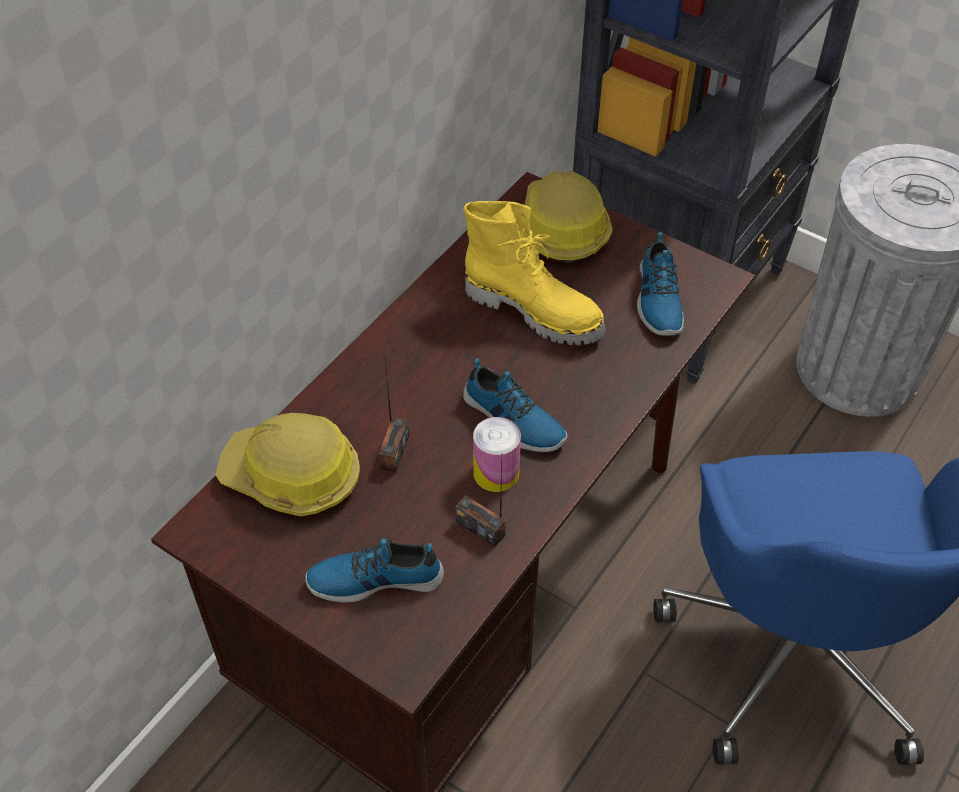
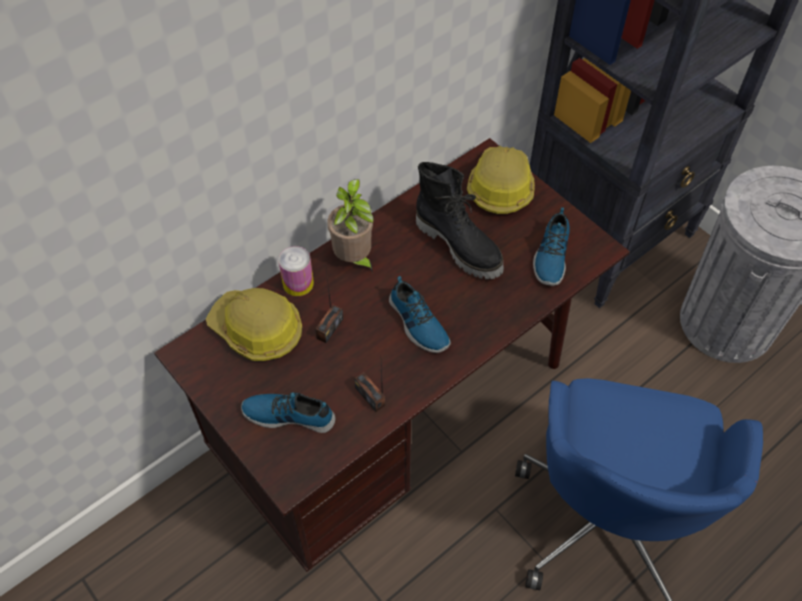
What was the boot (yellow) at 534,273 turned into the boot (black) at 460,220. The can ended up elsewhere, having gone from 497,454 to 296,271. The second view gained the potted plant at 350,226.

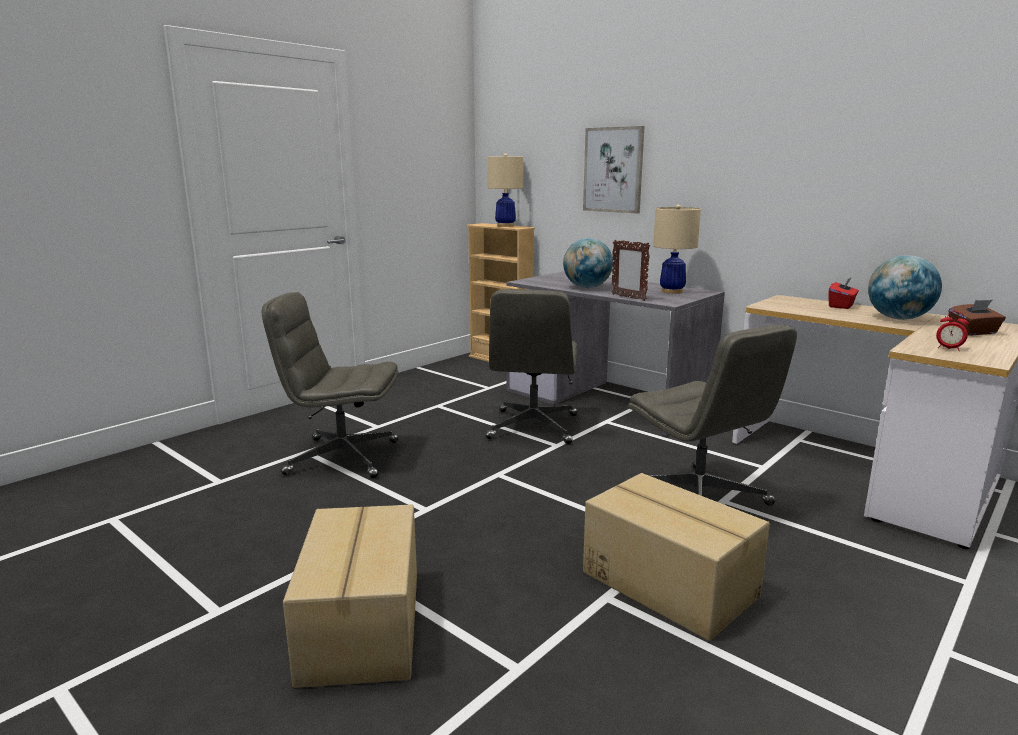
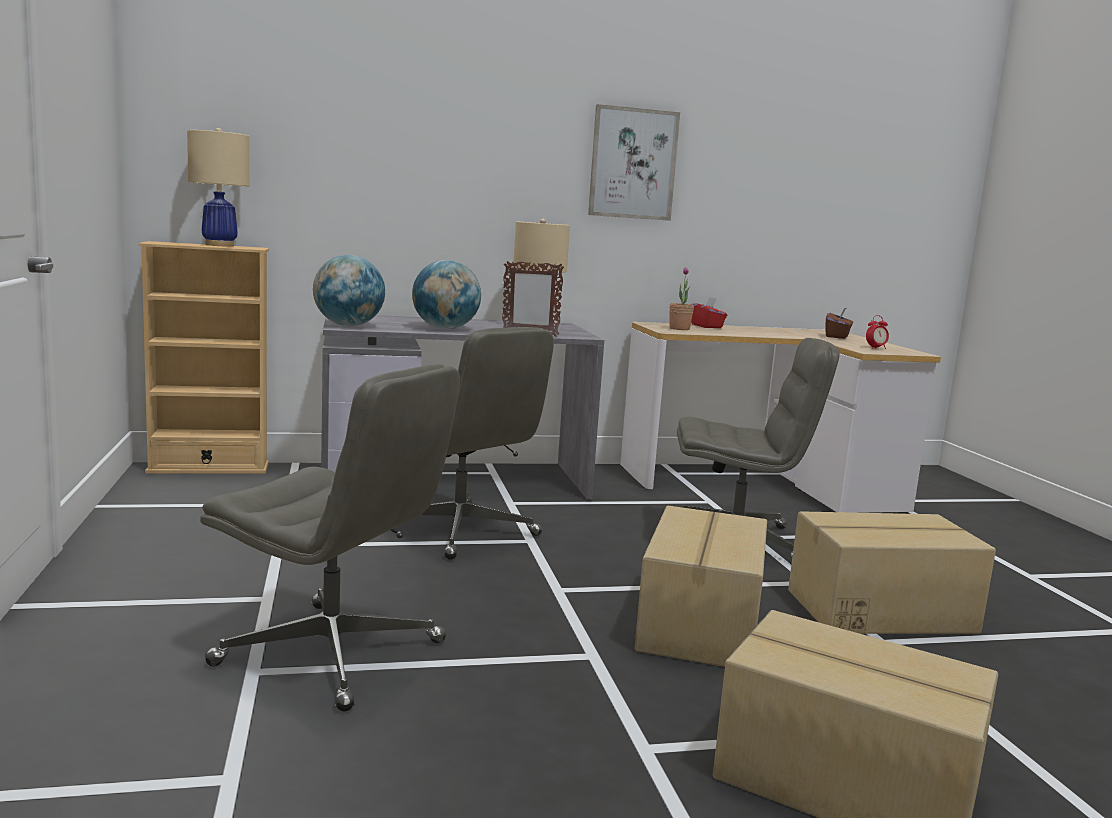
The picture ended up elsewhere, having gone from 613,169 to 634,162. The globe ended up elsewhere, having gone from 905,287 to 349,290. The office chair (grey) at 330,385 ended up facing another way, 105 degrees counterclockwise from before. The second view gained the potted plant at 681,298. The second view gained the cardboard box at 701,586.

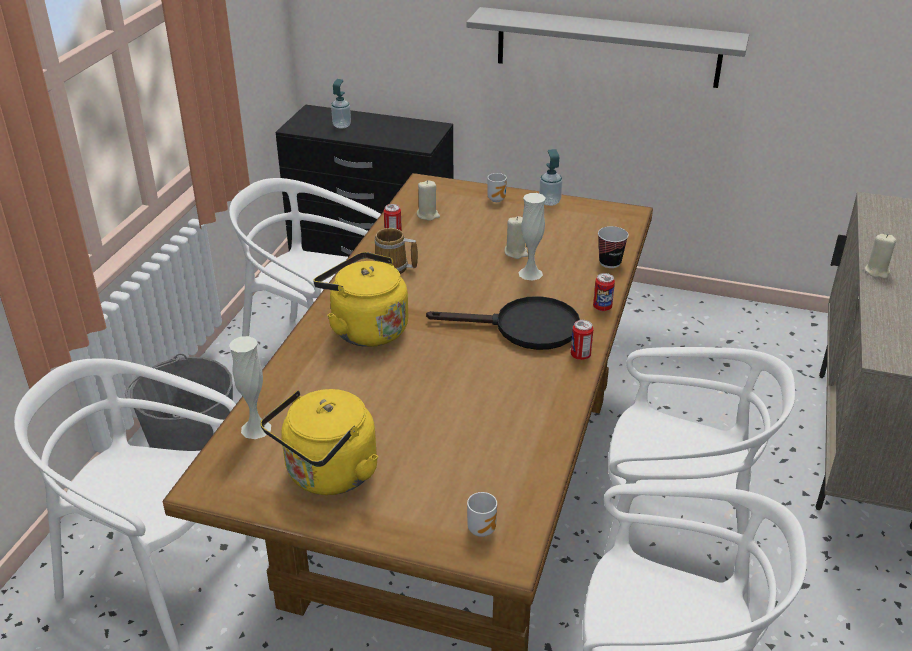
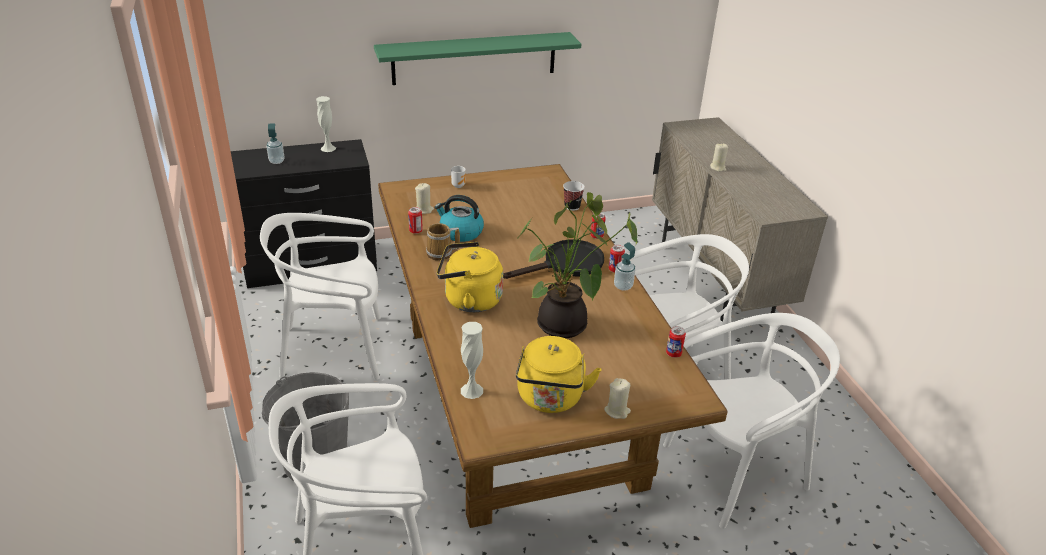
What was the shelf (grey) at 607,47 turned into the shelf (green) at 477,58. The soap dispenser ended up elsewhere, having gone from 550,177 to 624,266. The vase (white) ended up elsewhere, having gone from 532,237 to 326,124. The candle (beige) ended up elsewhere, having gone from 516,237 to 617,398. The second view lost the mug at 482,514. The second view gained the potted plant at 577,265. The second view gained the kettle at 459,218. The second view gained the can at 676,342.

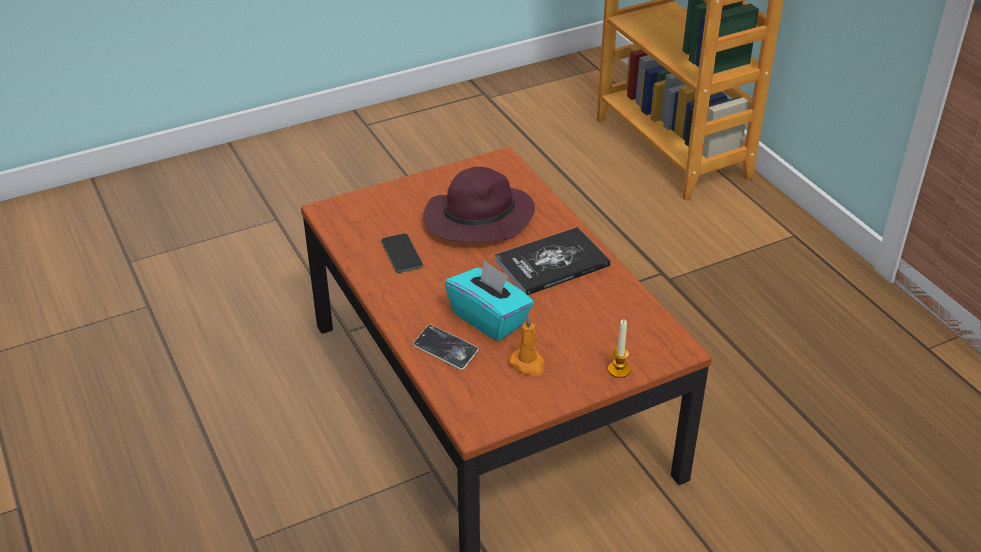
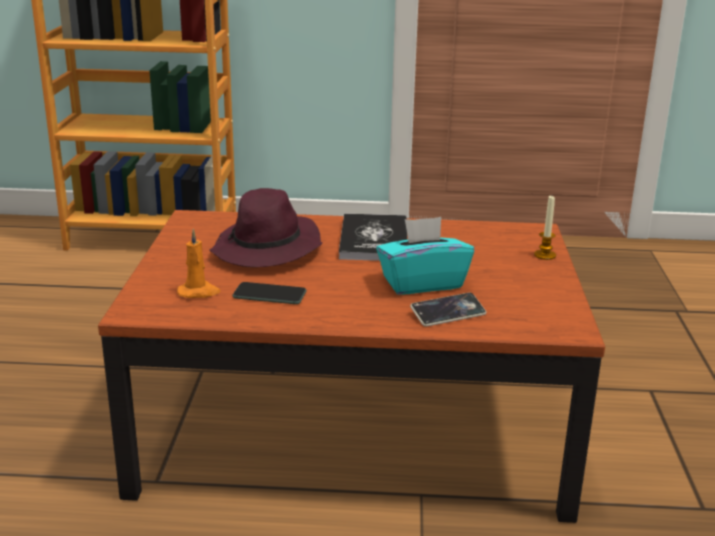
The candle (orange) ended up elsewhere, having gone from 527,346 to 198,263.

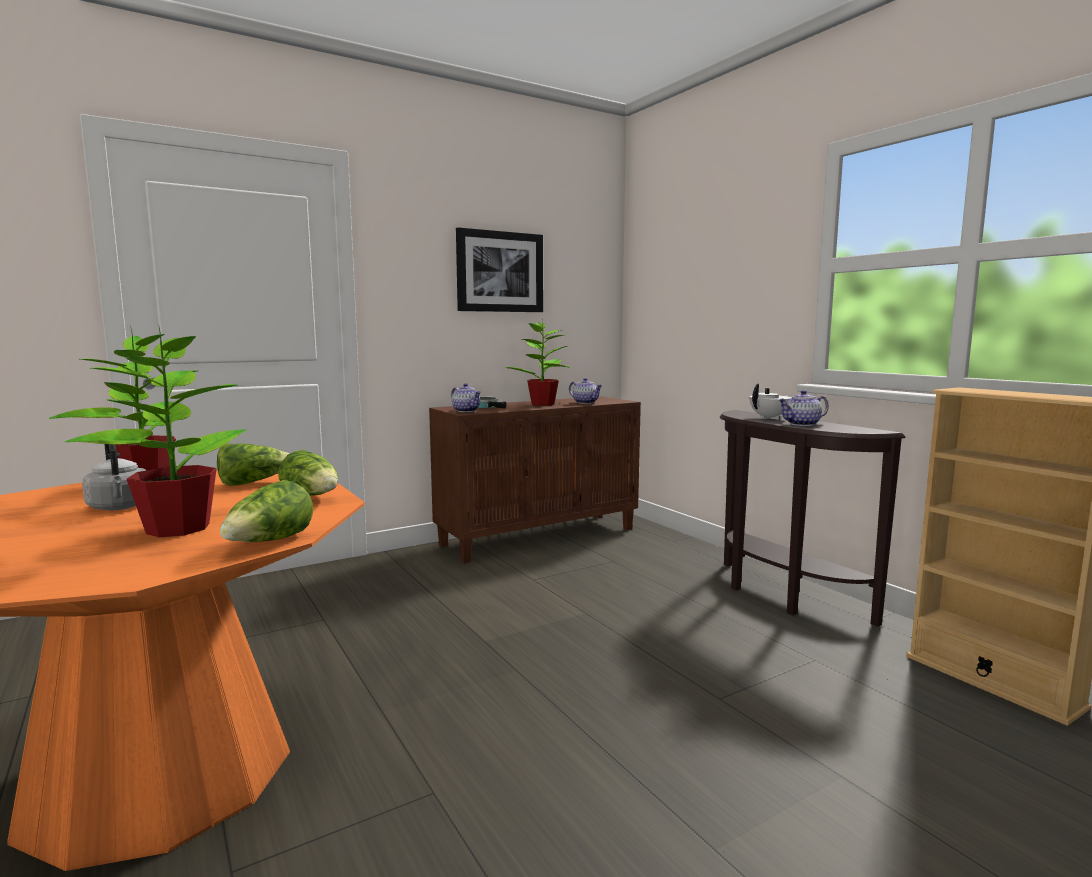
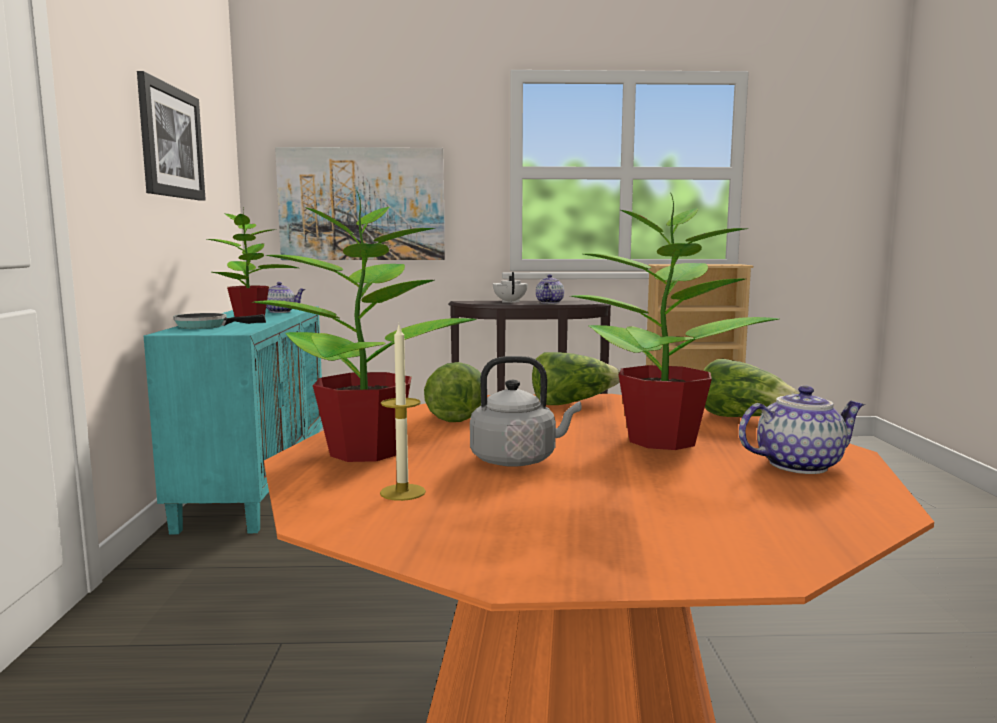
The teapot ended up elsewhere, having gone from 466,397 to 802,429. What was the cabinet (brown) at 535,479 turned into the cabinet (turquoise) at 233,420. The second view gained the picture at 360,203. The second view gained the candle at 403,413.

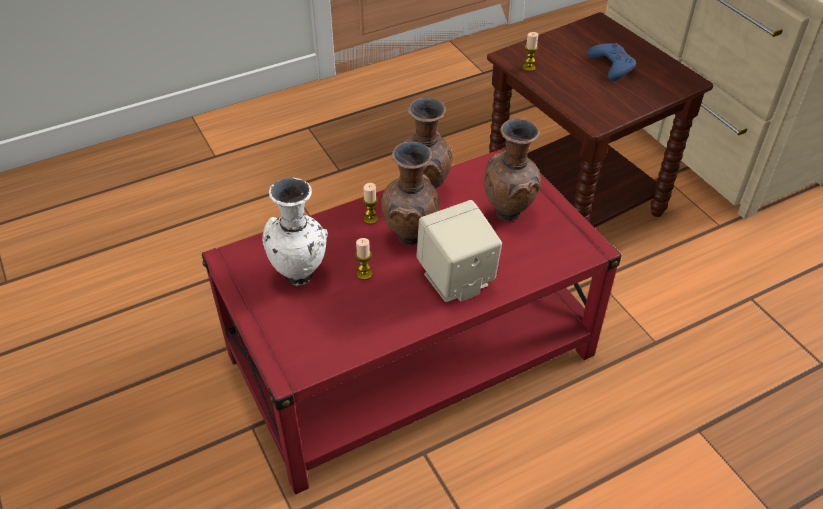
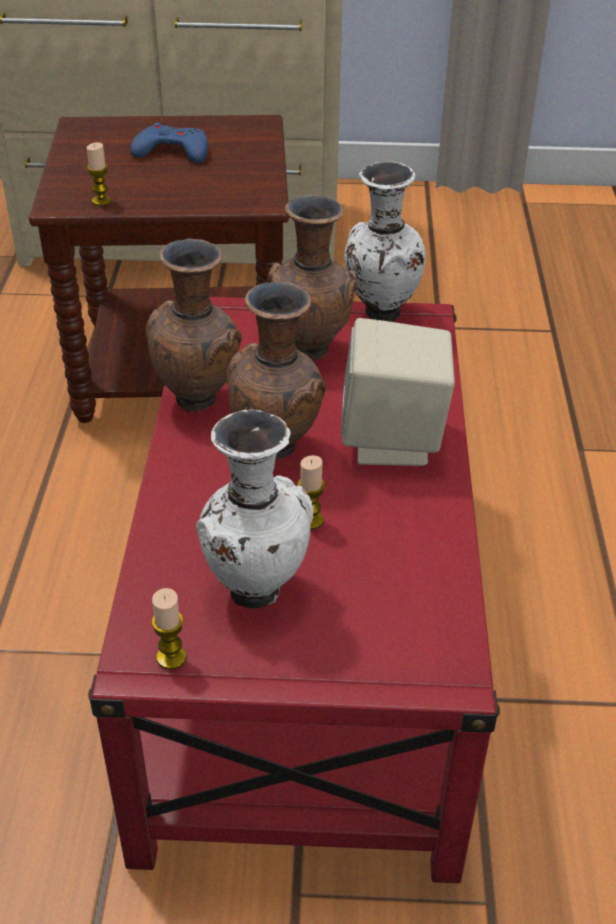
The candle ended up elsewhere, having gone from 370,203 to 169,629. The second view gained the vase (white) at 385,242.

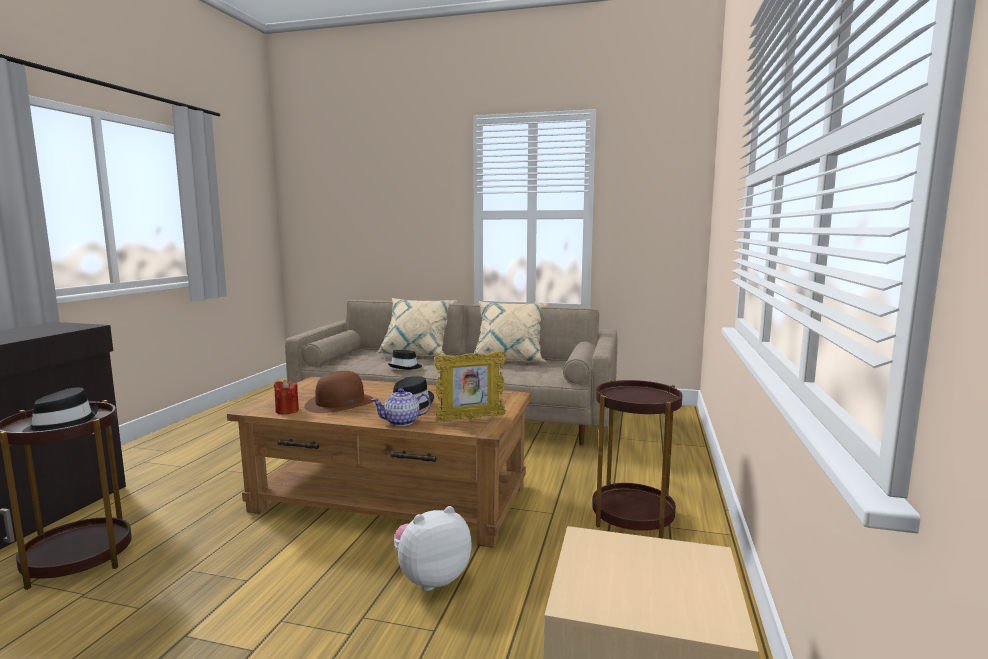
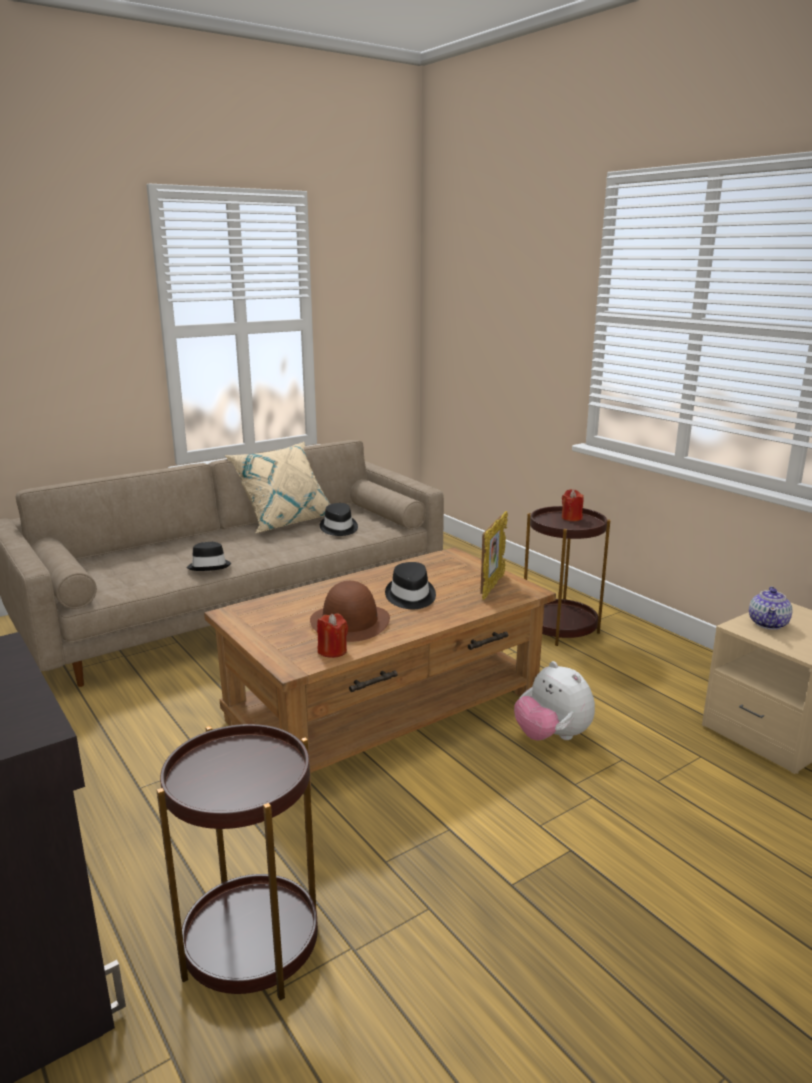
The second view lost the pillow (beige) at 416,327. The hat (black) ended up elsewhere, having gone from 60,410 to 339,519. The teapot ended up elsewhere, having gone from 401,407 to 771,608. The plush toy at 432,548 ended up facing another way, 45 degrees counterclockwise from before. The second view gained the candle (red) at 573,505.

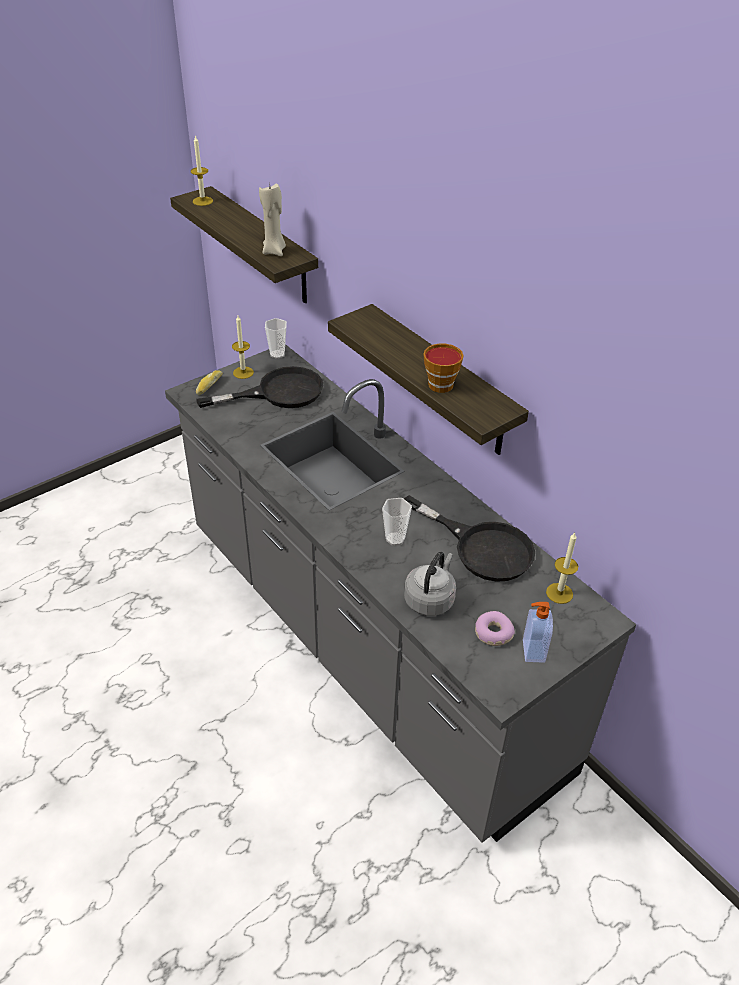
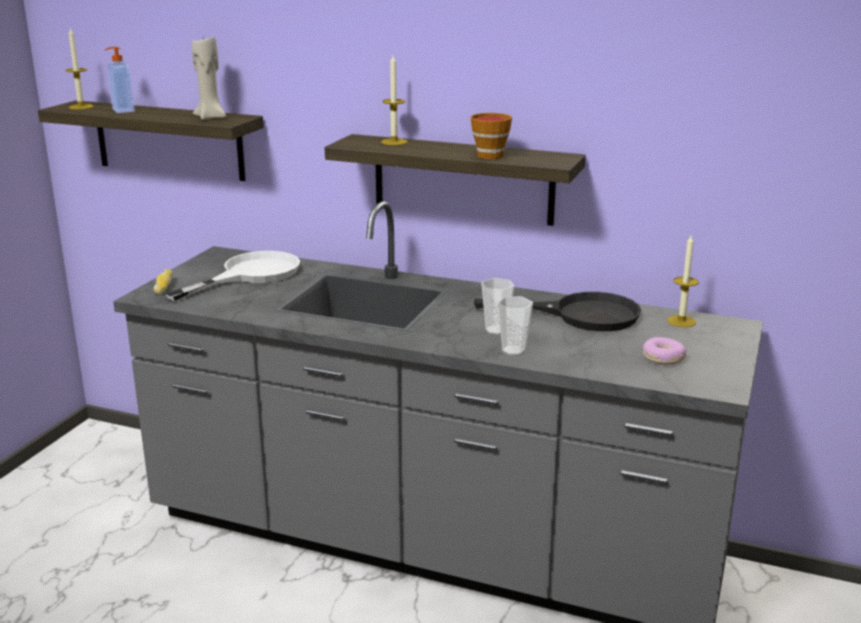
The candle ended up elsewhere, having gone from 243,347 to 394,100. The cup ended up elsewhere, having gone from 276,338 to 515,326. What was the frying pan (black) at 259,387 turned into the frying pan (white) at 232,276. The second view lost the kettle (grey) at 430,584. The soap dispenser ended up elsewhere, having gone from 538,632 to 120,80.

